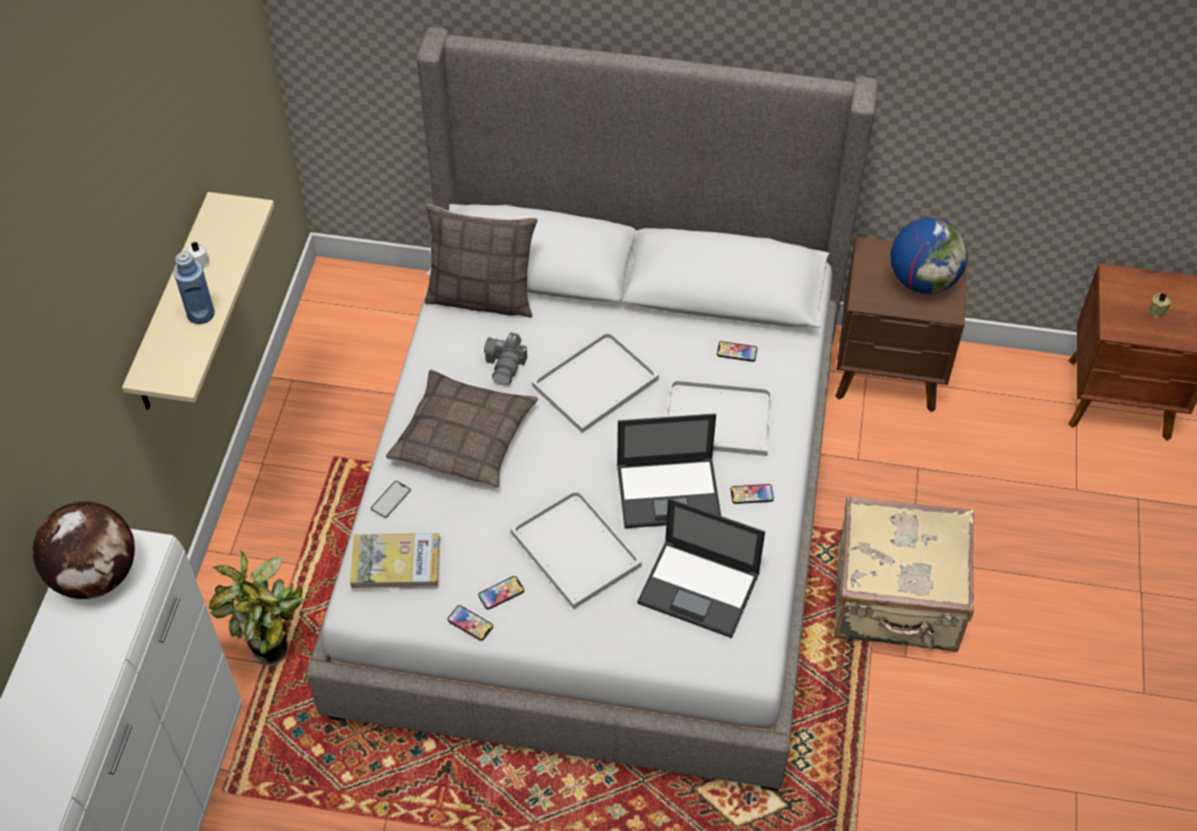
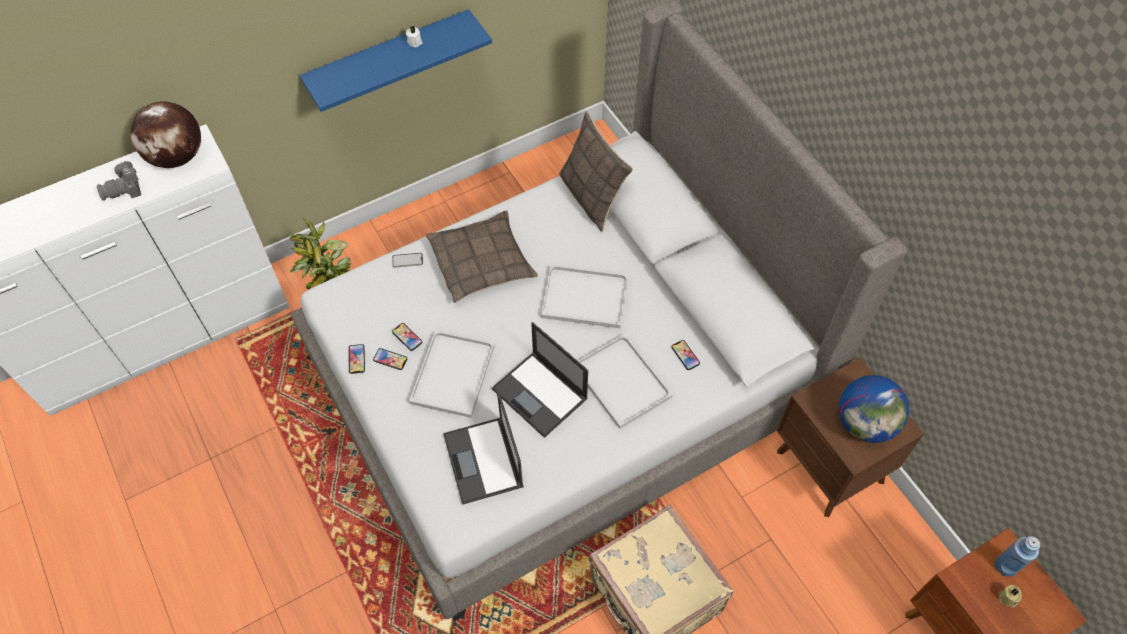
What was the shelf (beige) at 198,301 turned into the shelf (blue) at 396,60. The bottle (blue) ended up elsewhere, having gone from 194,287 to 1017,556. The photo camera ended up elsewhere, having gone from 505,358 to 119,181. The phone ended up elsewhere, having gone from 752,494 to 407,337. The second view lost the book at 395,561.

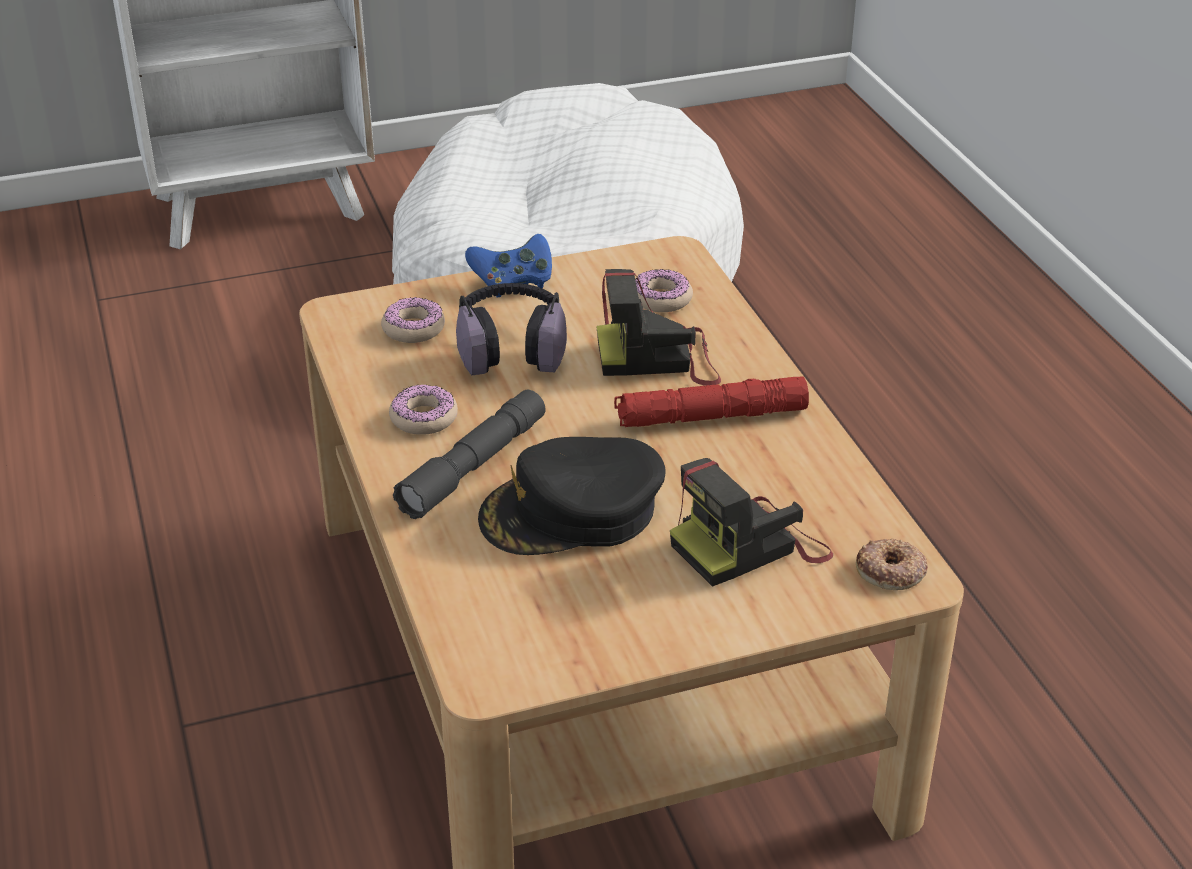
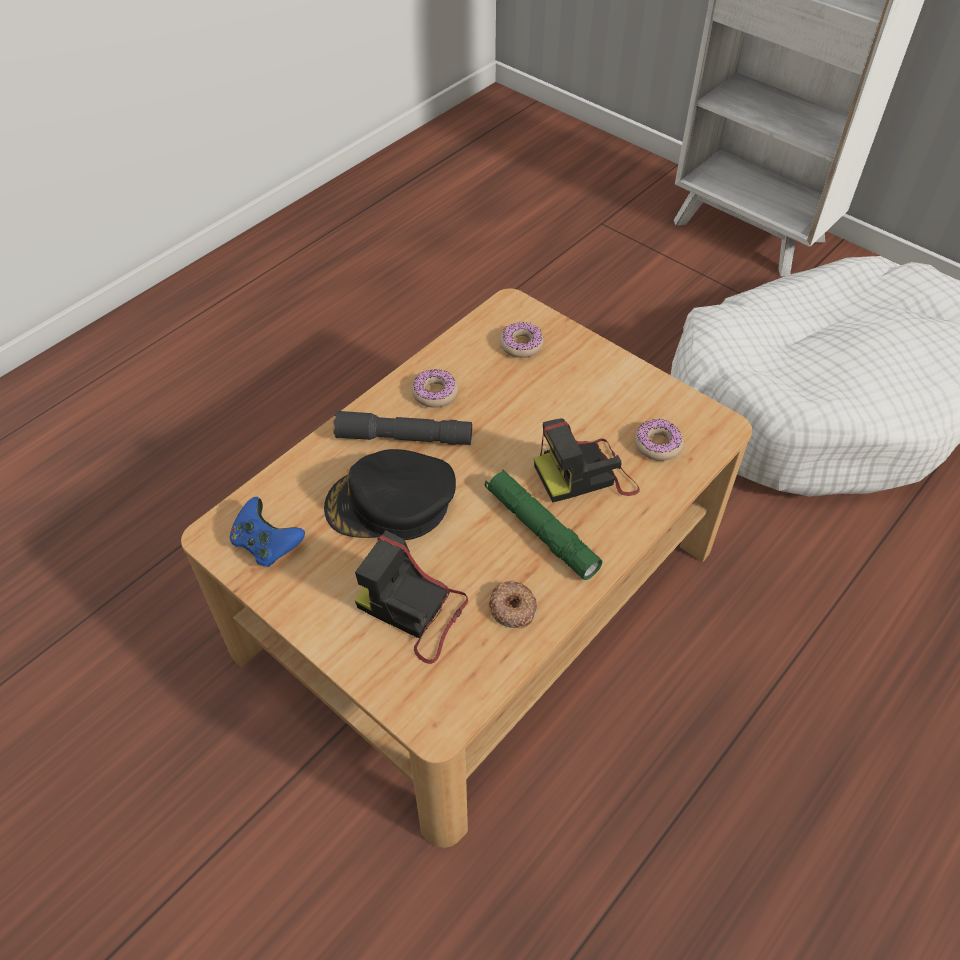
The game controller (blue) ended up elsewhere, having gone from 508,266 to 267,532. The photo camera at 658,327 ended up facing another way, 75 degrees counterclockwise from before. The second view lost the headphones at 511,329. What was the flashlight (red) at 711,402 turned into the flashlight (green) at 543,525. The cap (black) at 571,496 ended up facing another way, 45 degrees counterclockwise from before. The donut ended up elsewhere, having gone from 892,564 to 512,604.

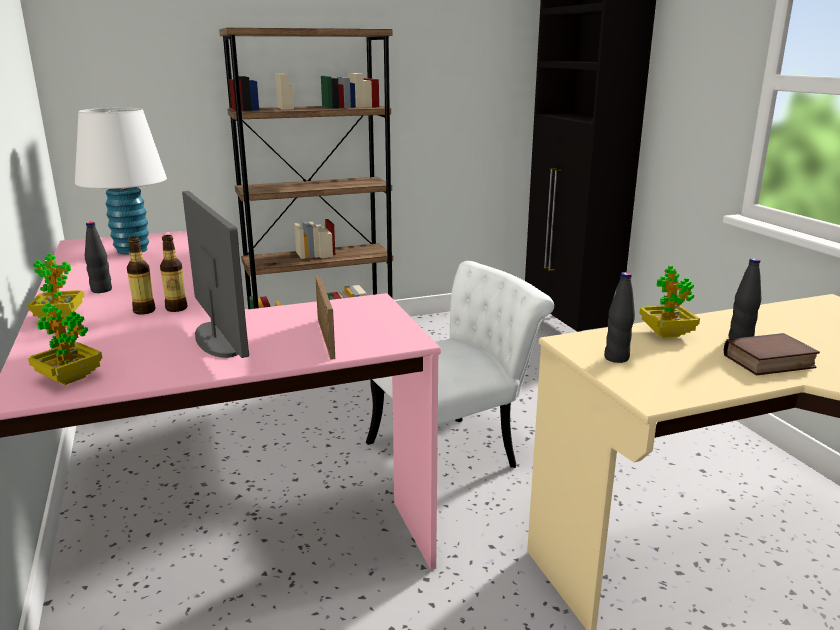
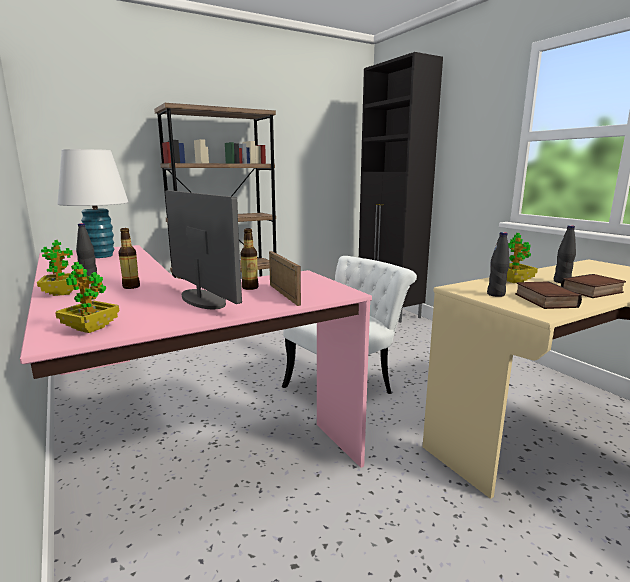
The bottle ended up elsewhere, having gone from 173,273 to 250,259. The second view gained the book at 548,295.

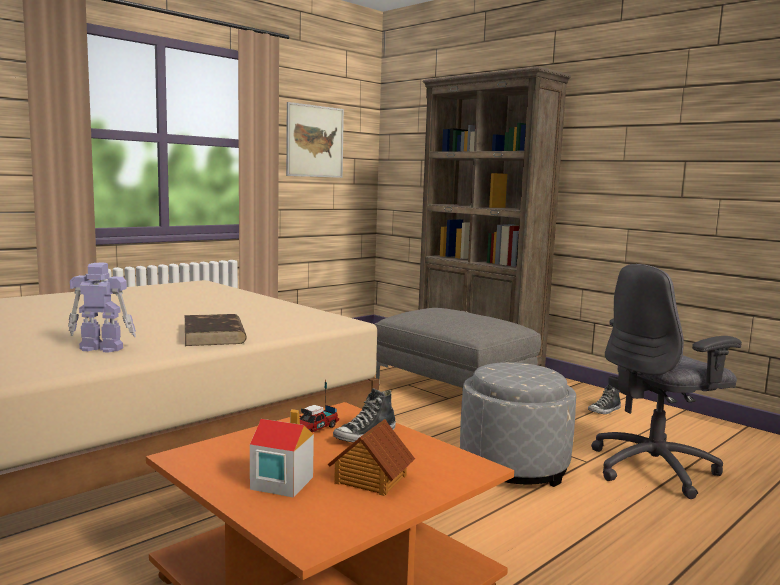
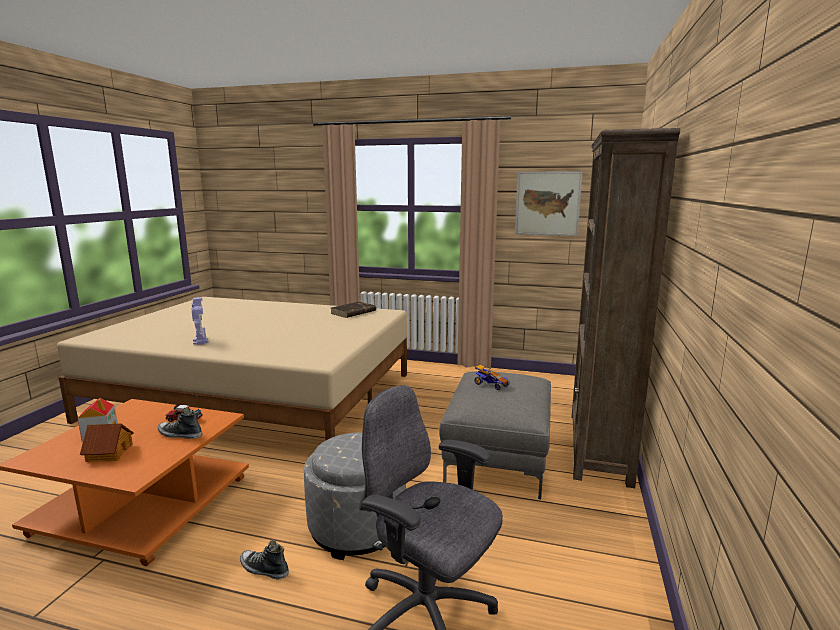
The book (brown) ended up elsewhere, having gone from 216,330 to 353,310. The shoe ended up elsewhere, having gone from 604,398 to 264,560. The second view gained the toy car at 492,377.

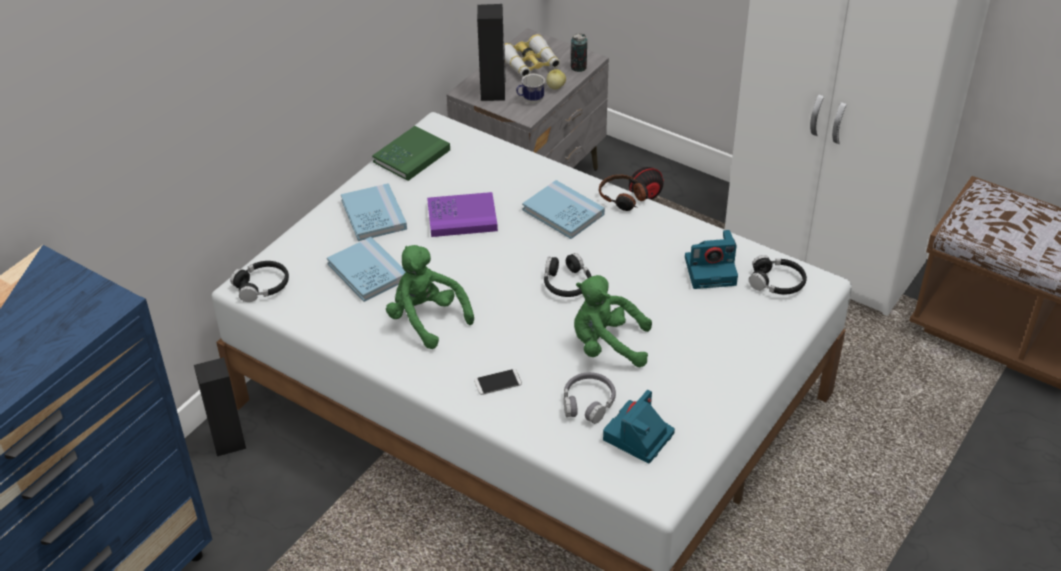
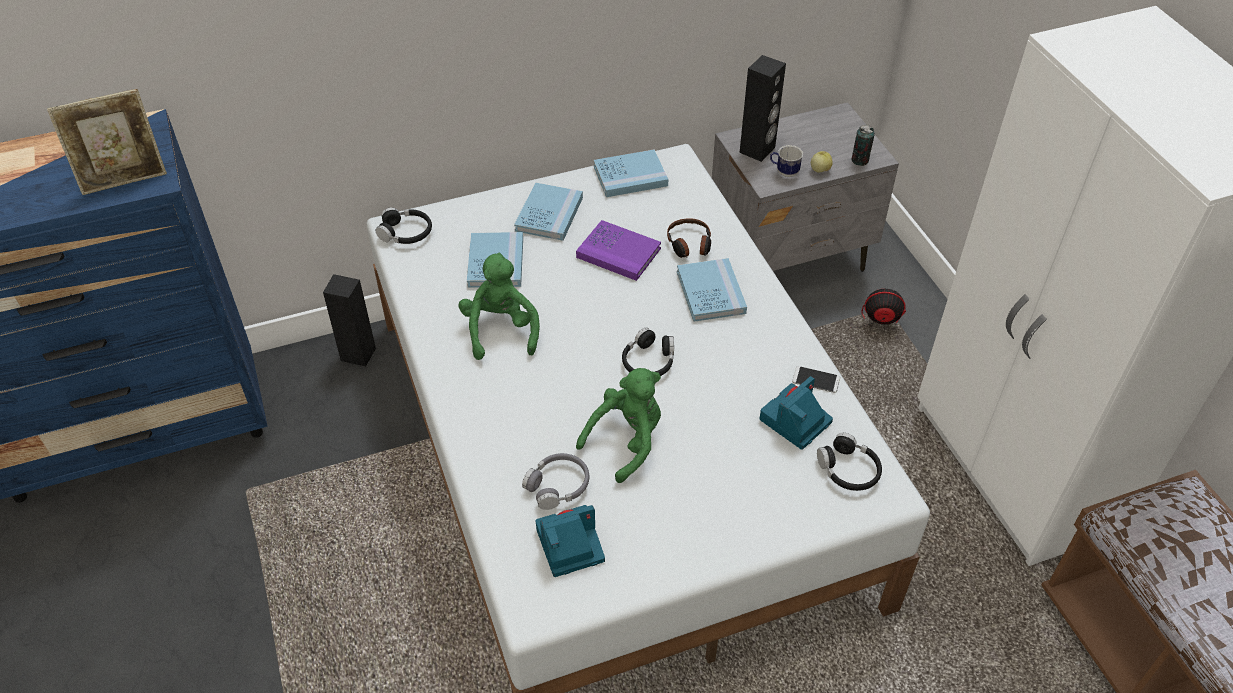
The second view lost the binoculars at 532,55. What was the book (green) at 411,153 turned into the book (blue) at 631,173. The headphones ended up elsewhere, having gone from 624,192 to 689,238. The photo camera at 711,259 ended up facing another way, 105 degrees clockwise from before. The plush toy (green) at 613,321 ended up facing another way, 90 degrees clockwise from before. The phone ended up elsewhere, having gone from 498,382 to 816,379. The second view gained the picture frame at 107,142.

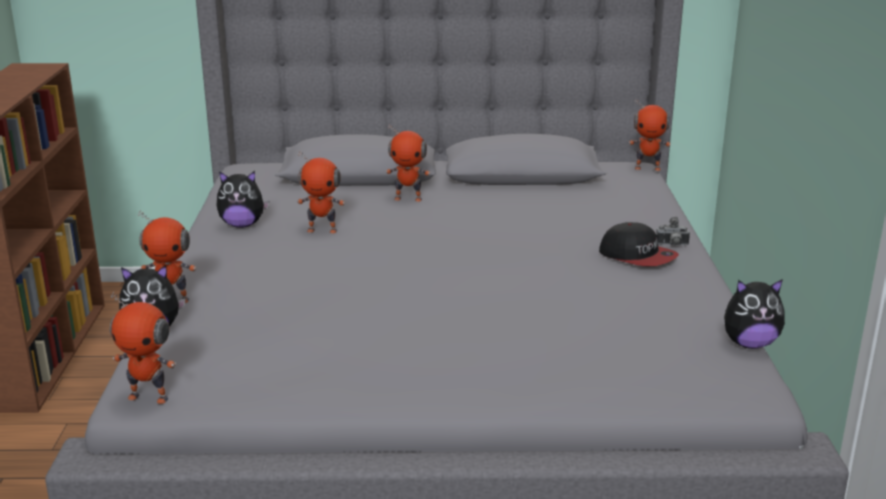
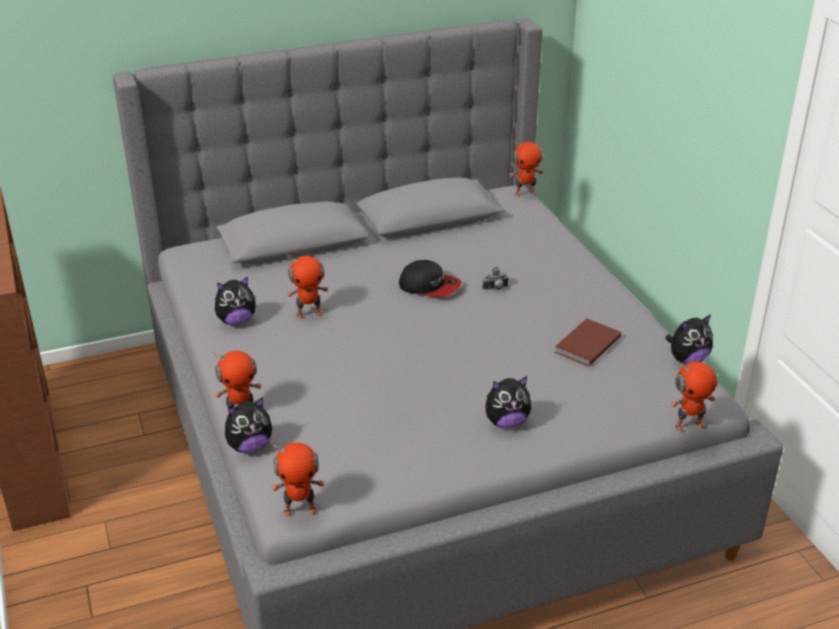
The toy robot ended up elsewhere, having gone from 408,163 to 694,395. The photo camera ended up elsewhere, having gone from 673,231 to 496,278. The cap ended up elsewhere, having gone from 639,244 to 430,278. The second view gained the book (brown) at 588,342. The second view gained the plush toy at 508,402.

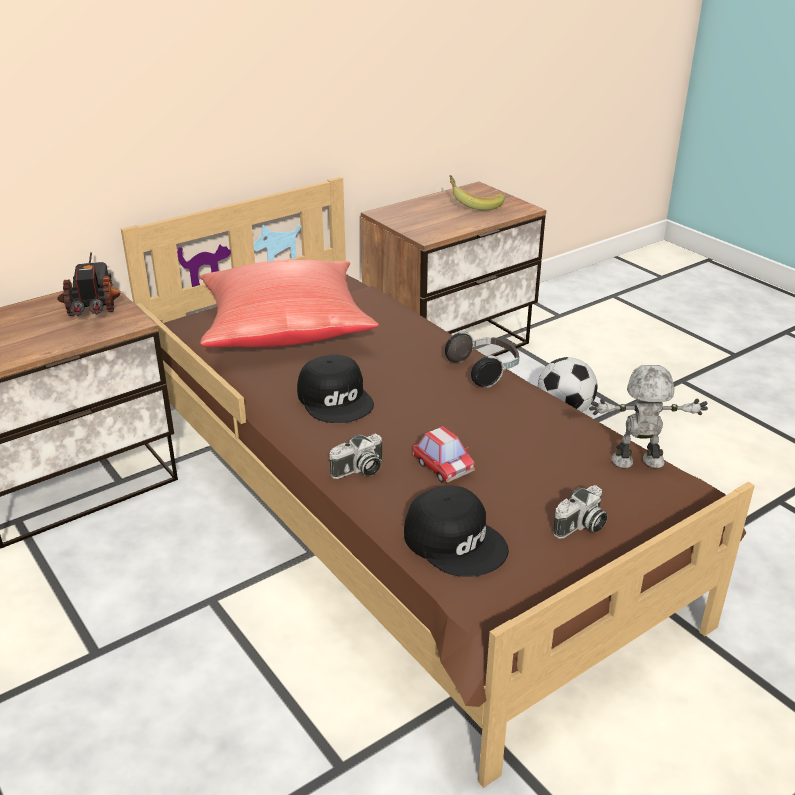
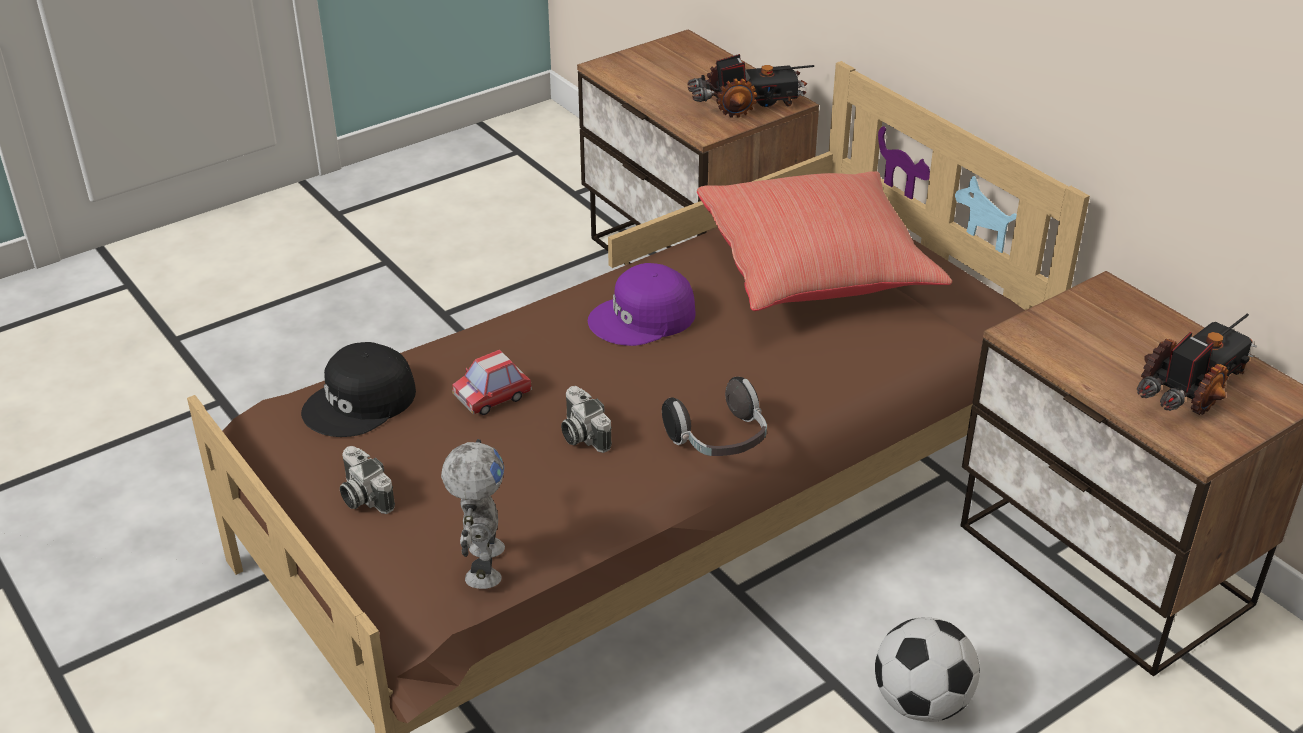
Where the banana stood at 477,193, the toy truck came to stand at 1197,364. What was the cap (black) at 335,388 turned into the cap (purple) at 641,304. The photo camera ended up elsewhere, having gone from 355,456 to 586,419.

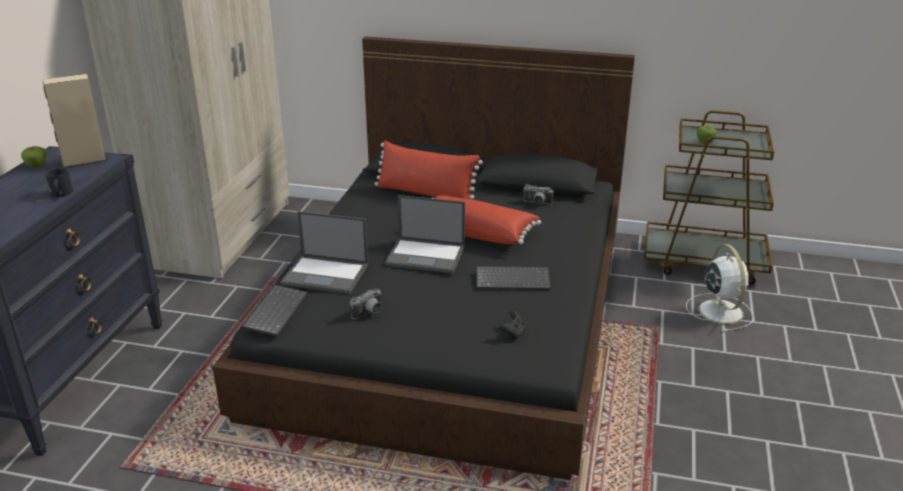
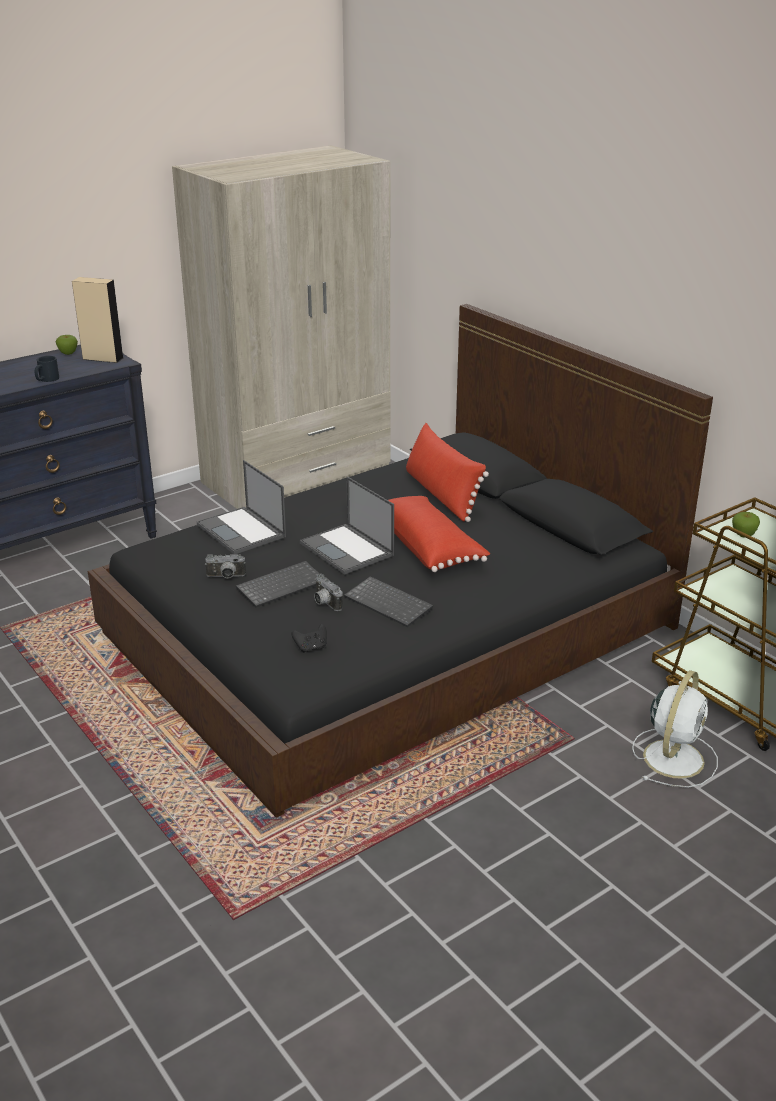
The photo camera ended up elsewhere, having gone from 538,194 to 328,592. The keyboard ended up elsewhere, having gone from 275,311 to 278,584.

